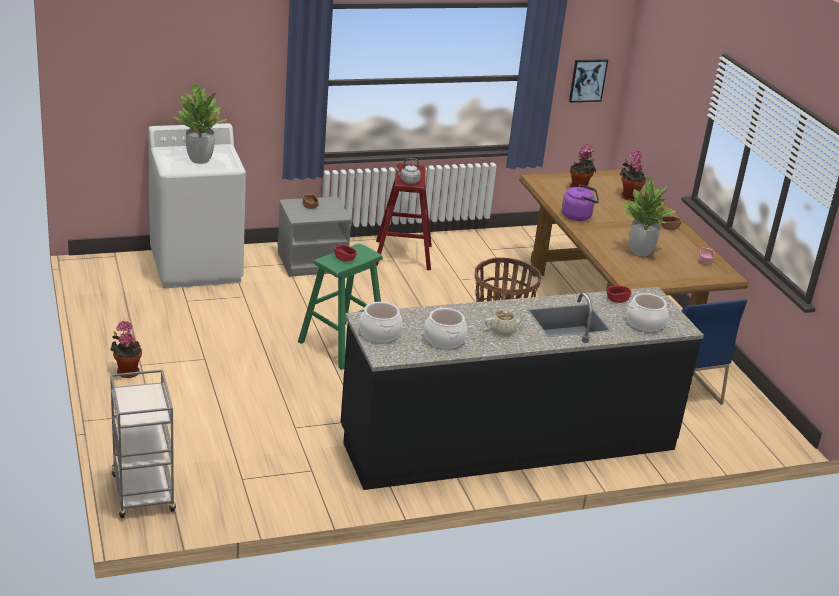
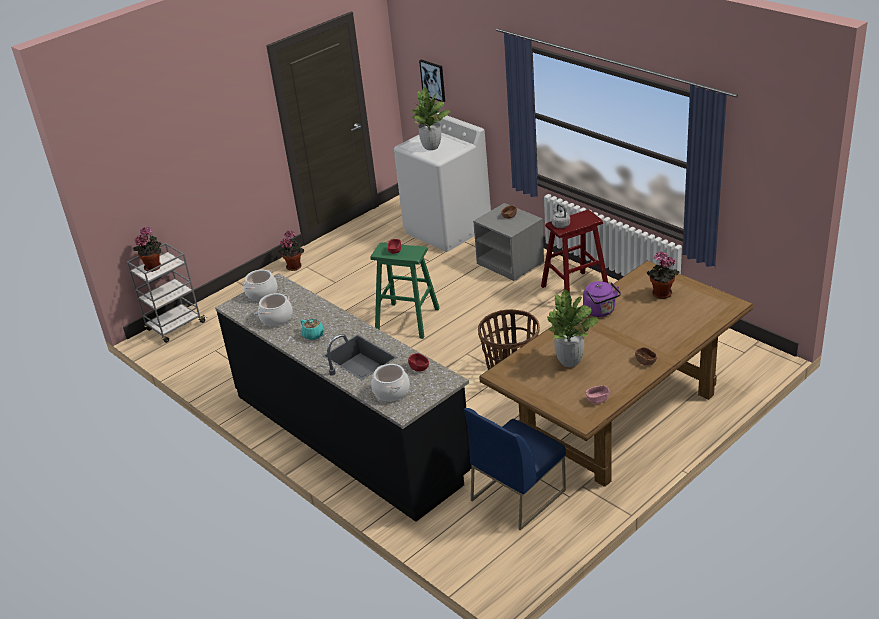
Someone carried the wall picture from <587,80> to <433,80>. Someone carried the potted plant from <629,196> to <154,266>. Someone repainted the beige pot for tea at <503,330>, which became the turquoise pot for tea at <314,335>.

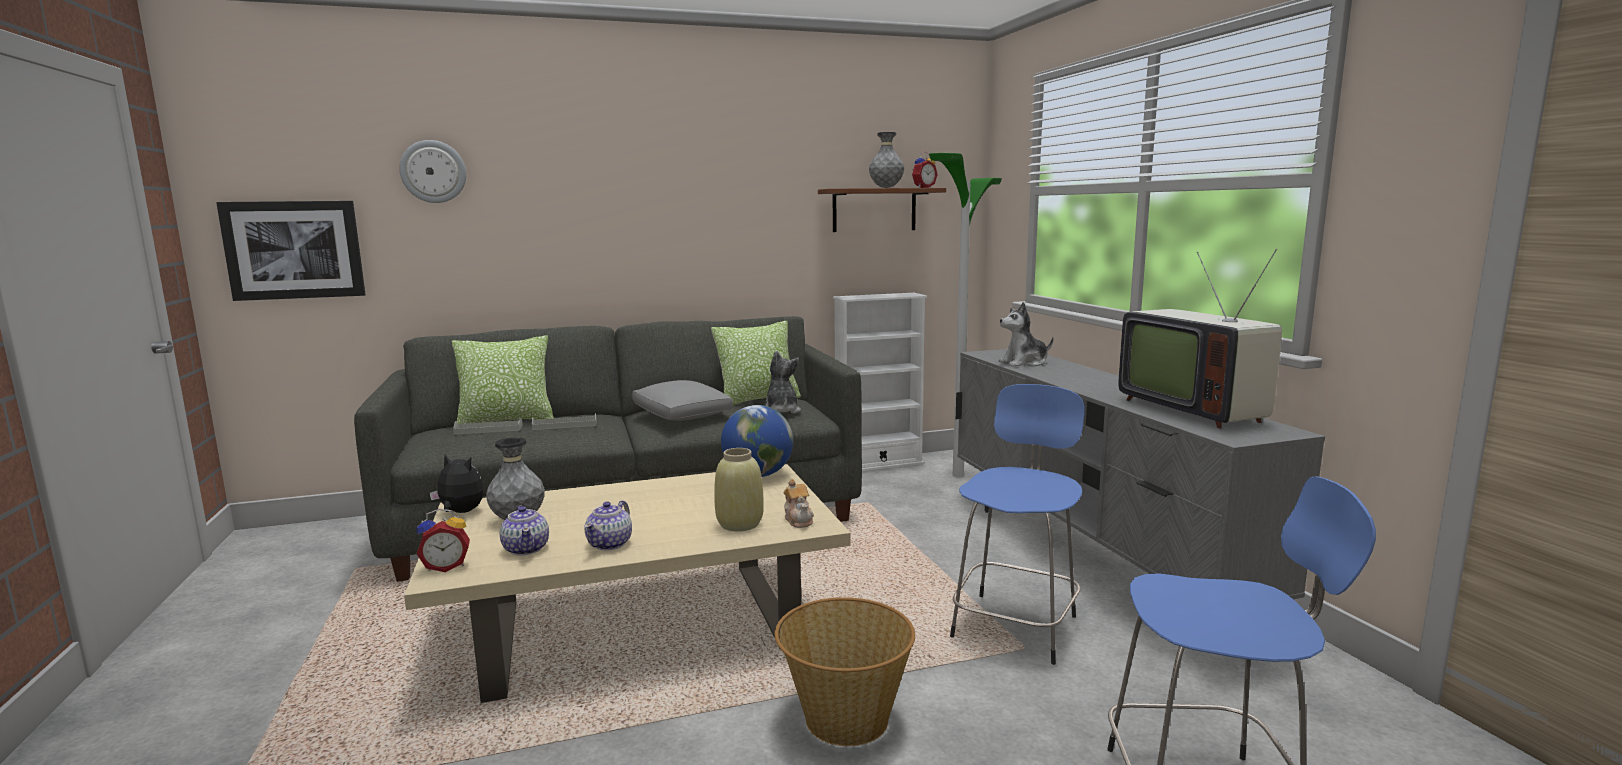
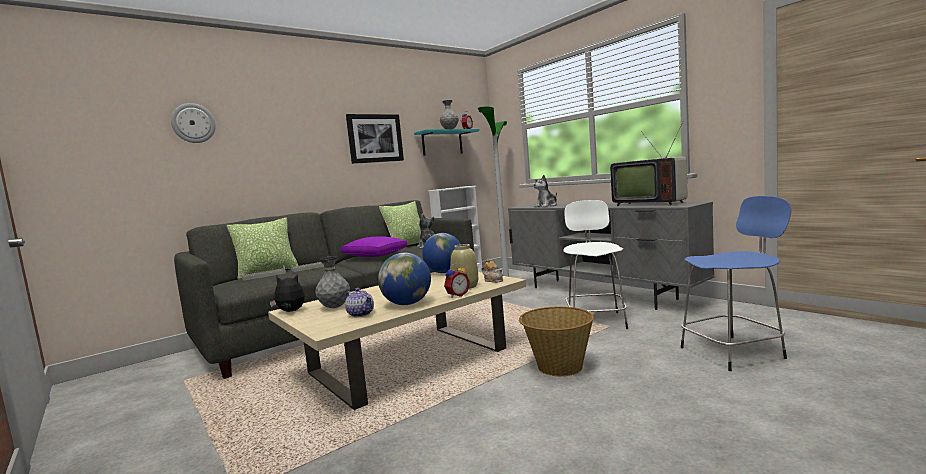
Someone repainted the brown-coloured shelf at <874,210>, which became the turquoise shelf at <442,143>. Someone carried the wall picture from <294,250> to <375,138>. Someone repainted the greyish throw pillow at <681,415>, which became the purplish throw pillow at <374,255>. Someone repainted the blue-coloured stool seat at <1016,624>, which became the whitish stool seat at <596,320>. Someone swapped the pot for tea at <610,544> for the world globe at <407,304>. Someone carried the table clock from <446,567> to <457,295>.

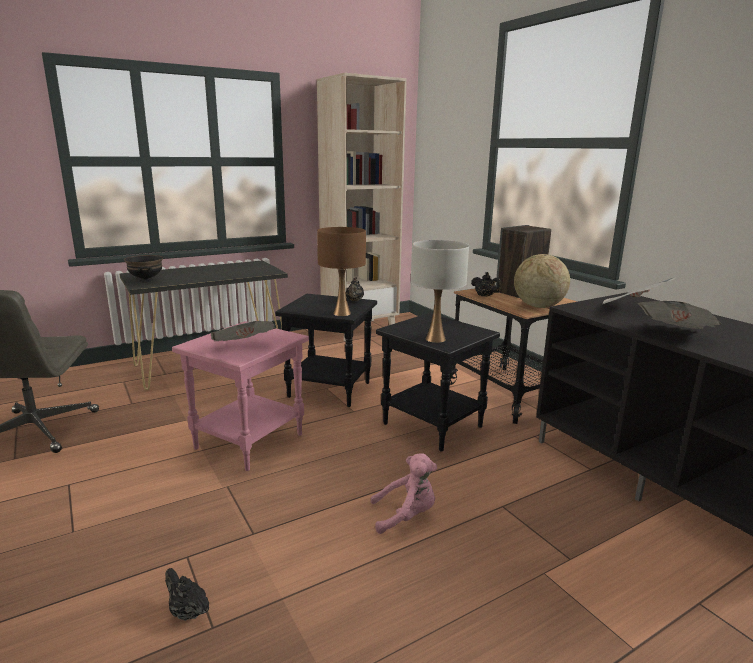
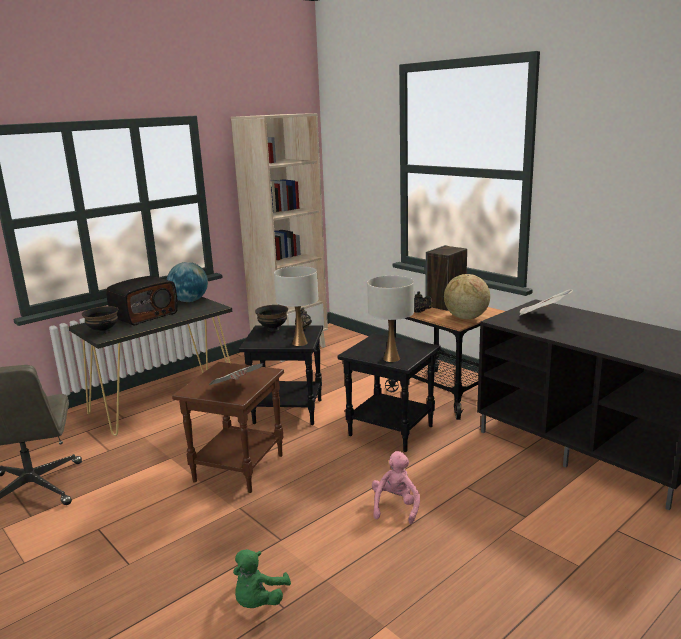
Someone repainted the brown-coloured lamp for a table at <342,313>, which became the whitish lamp for a table at <300,343>. Someone took away the newspaper at <675,335>. Someone repainted the pinkish accent table at <249,442>, which became the brown-coloured accent table at <240,469>. Someone rotated the pinkish soft toy at <406,516> by 60 degrees counterclockwise. Someone swapped the black-coloured pot for tea at <187,611> for the greenish soft toy at <259,601>. Someone put down the world globe at <189,301>. Someone put down the radio set at <145,315>. Someone put down the black-coloured deep dish at <273,329>.

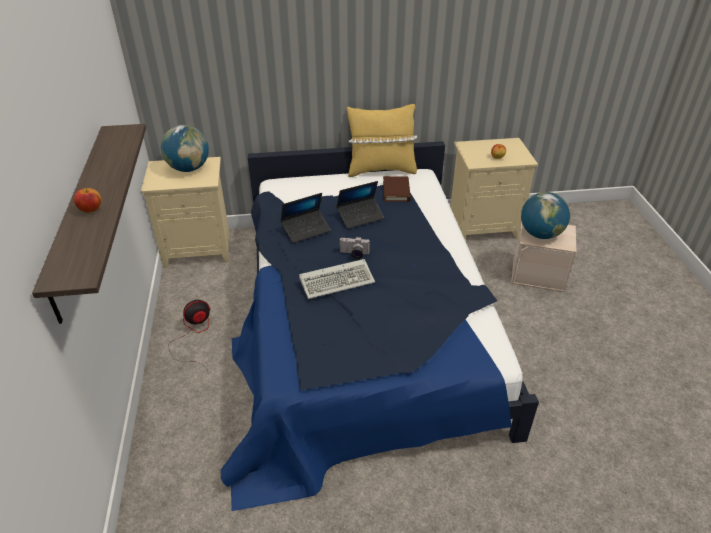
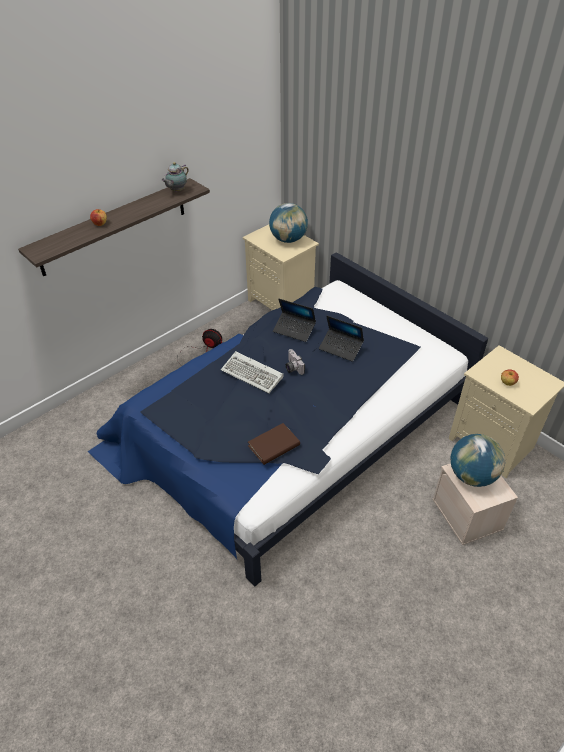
Someone took away the yellowish throw pillow at <381,170>. Someone carried the brown-coloured volume from <396,191> to <274,446>. Someone put down the pot for tea at <176,191>.

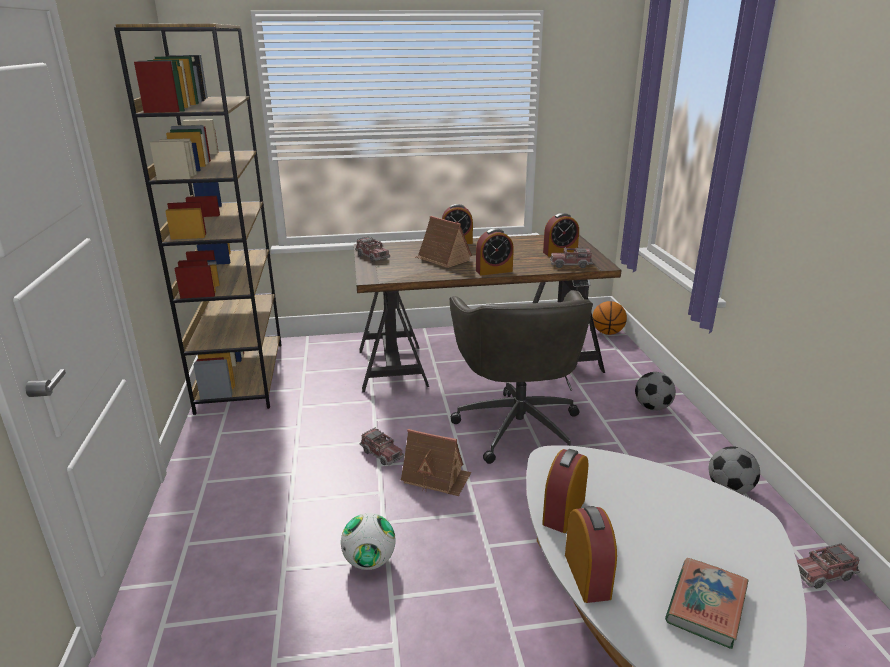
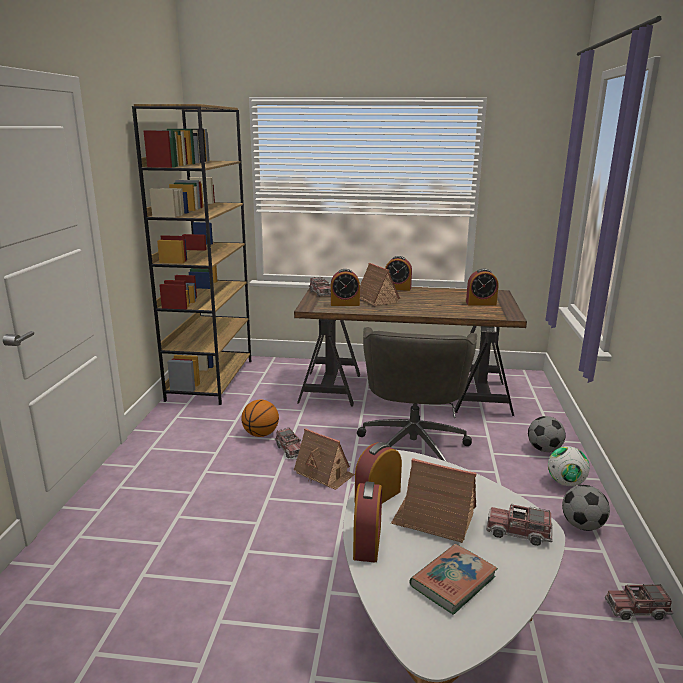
Someone carried the table clock from <494,271> to <345,304>. Someone carried the toy lorry from <570,265> to <518,532>. Someone carried the basketball from <607,333> to <261,434>. Someone carried the ball for football from <369,561> to <565,482>. Someone put down the model house at <434,519>.

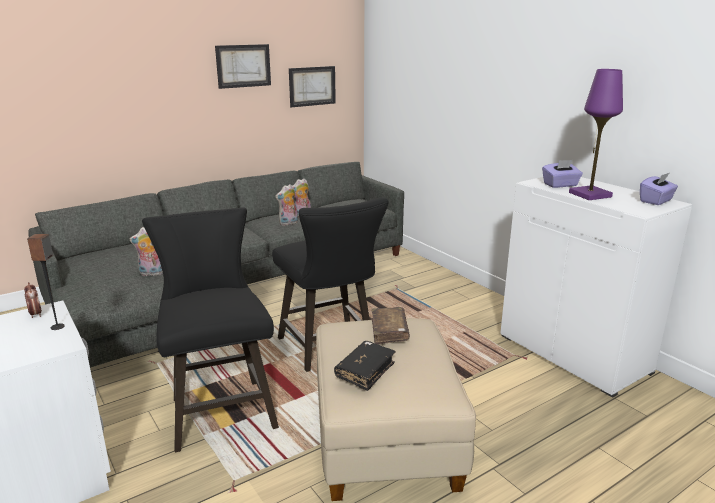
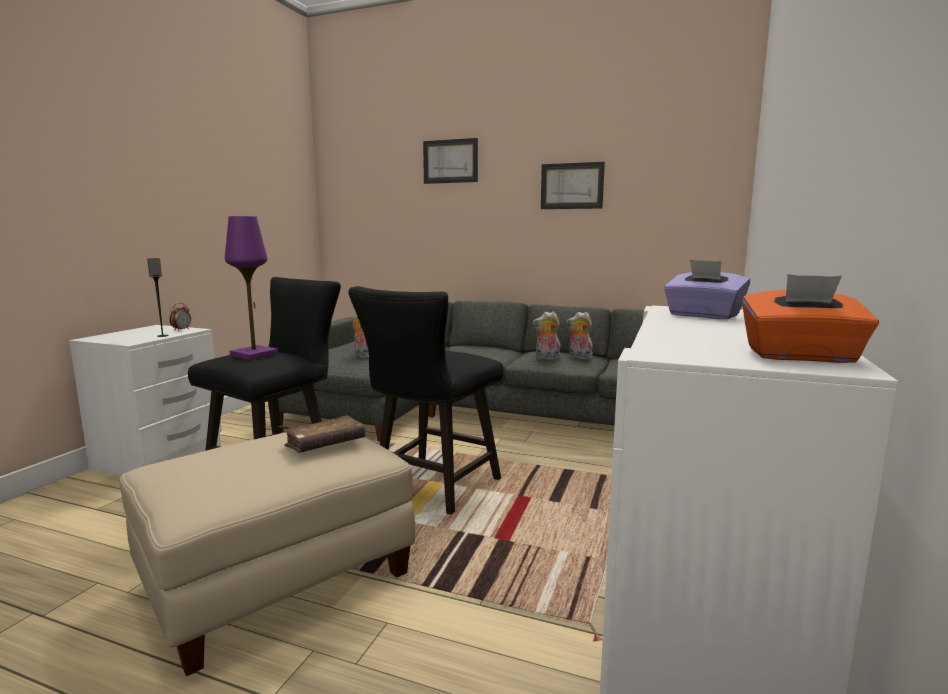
Someone carried the wall picture from <312,86> to <450,161>. Someone carried the purplish lamp for a table from <589,195> to <254,355>. Someone repainted the purplish box of tissues at <656,201>, which became the orange-coloured box of tissues at <800,356>. Someone took away the black-coloured volume at <365,371>.

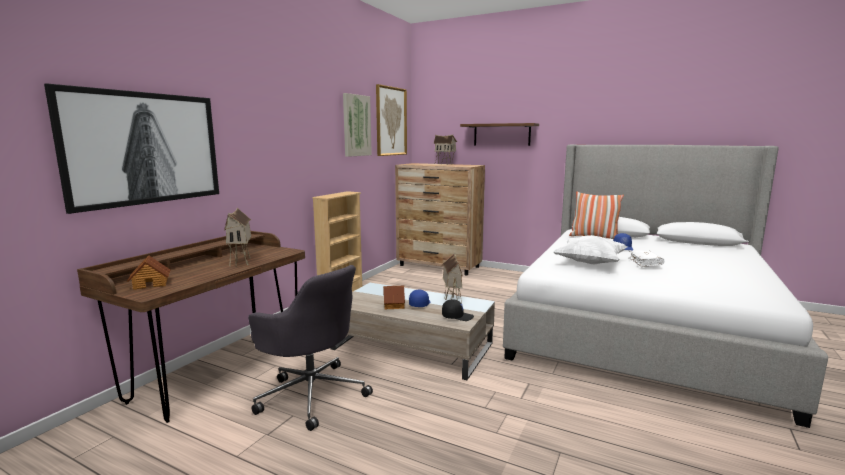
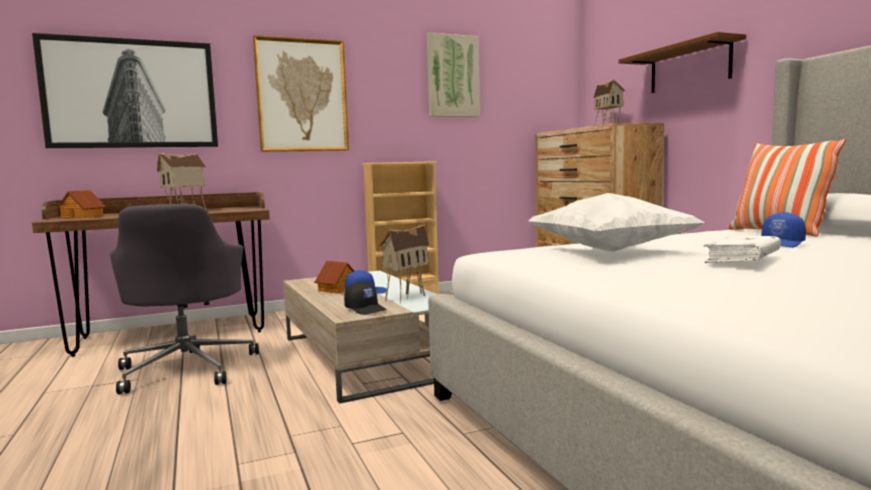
Someone carried the wall picture from <391,121> to <302,95>.

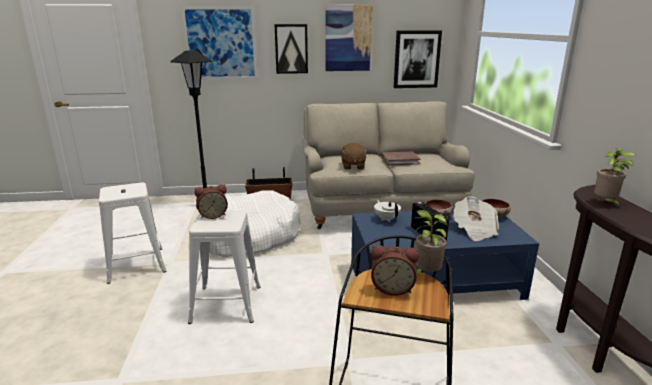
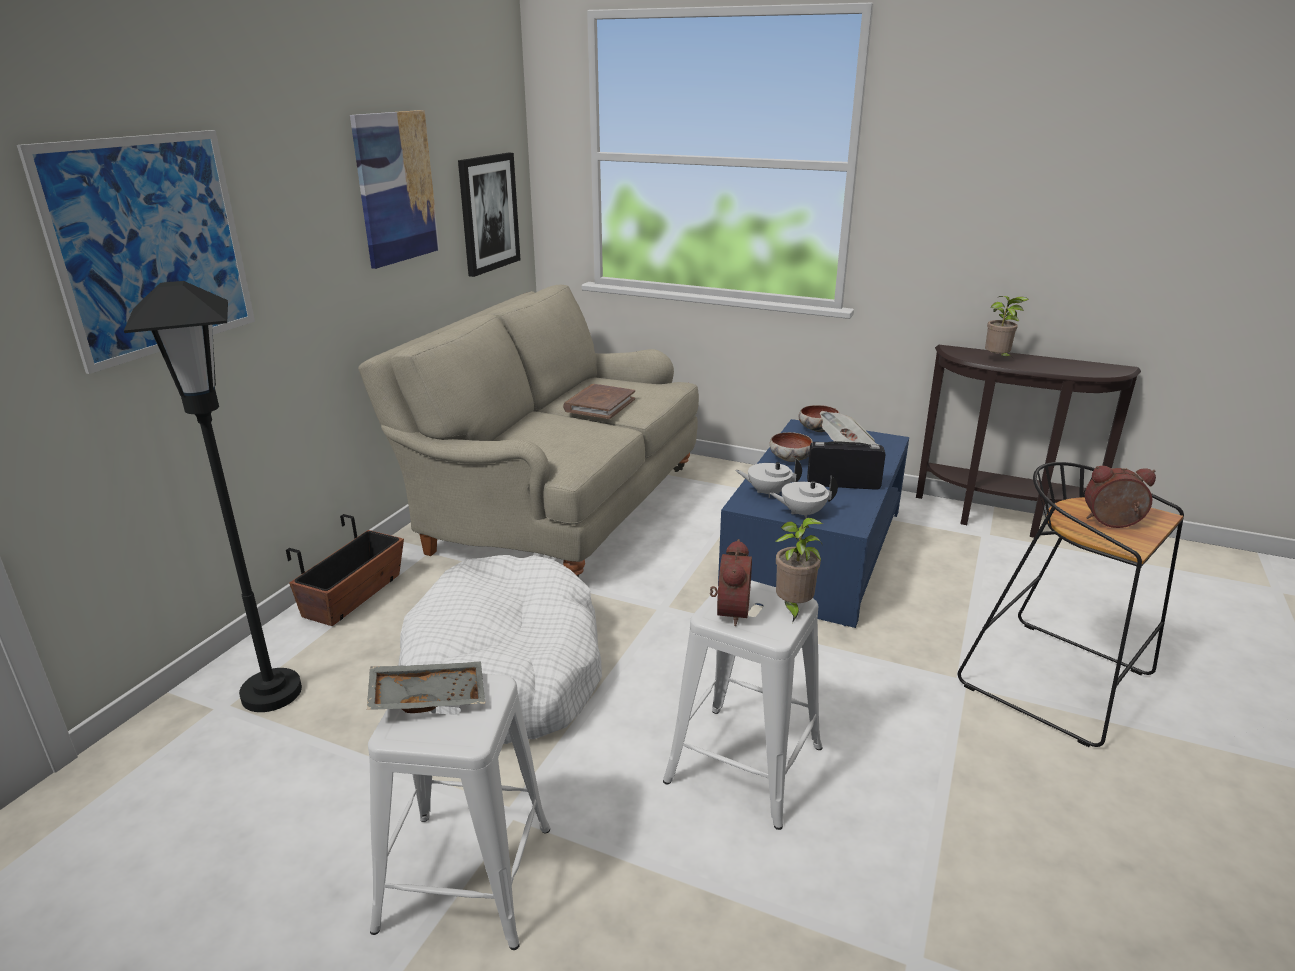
Someone took away the wall picture at <291,49>. Someone took away the brown-coloured soft toy at <353,166>. Someone carried the potted plant from <425,275> to <793,608>. Someone rotated the table clock at <392,288> by 120 degrees counterclockwise. Someone put down the whitish pot for tea at <802,513>. Someone put down the greyish tray at <428,696>.

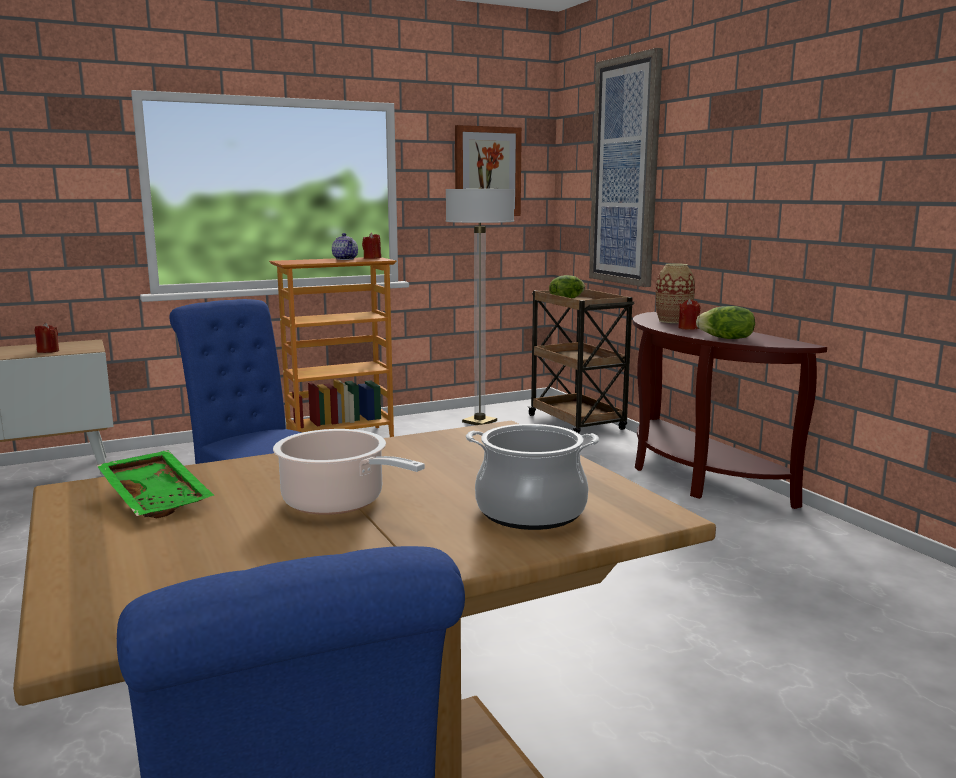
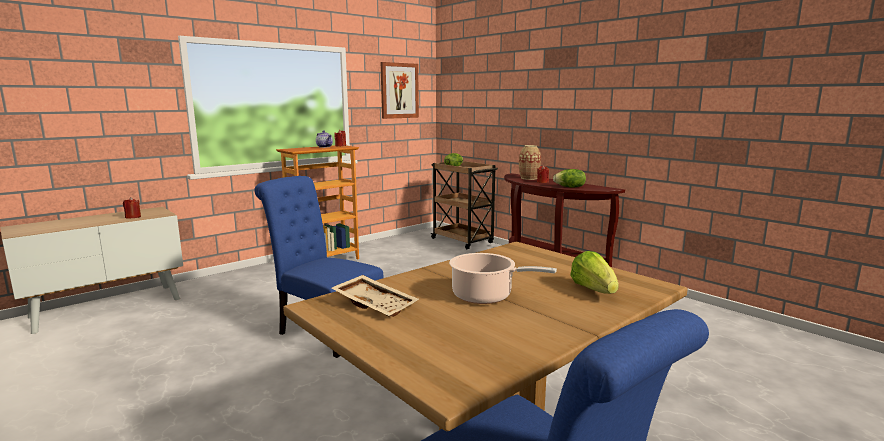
Someone took away the wall picture at <626,172>. Someone took away the standing lamp at <479,422>. Someone swapped the cooking pot at <531,511> for the lettuce at <594,290>. Someone repainted the greenish tray at <158,497>, which became the beige tray at <376,304>.

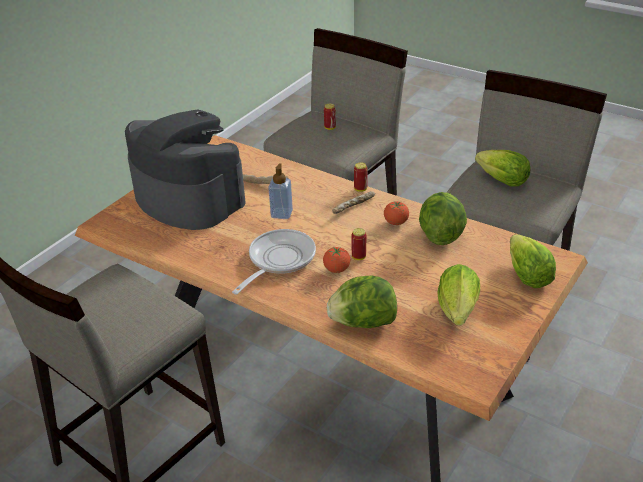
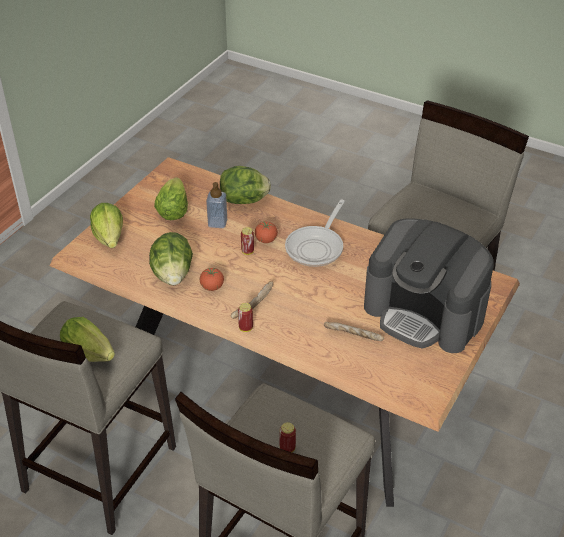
Someone carried the soap dispenser from <281,214> to <217,223>.

